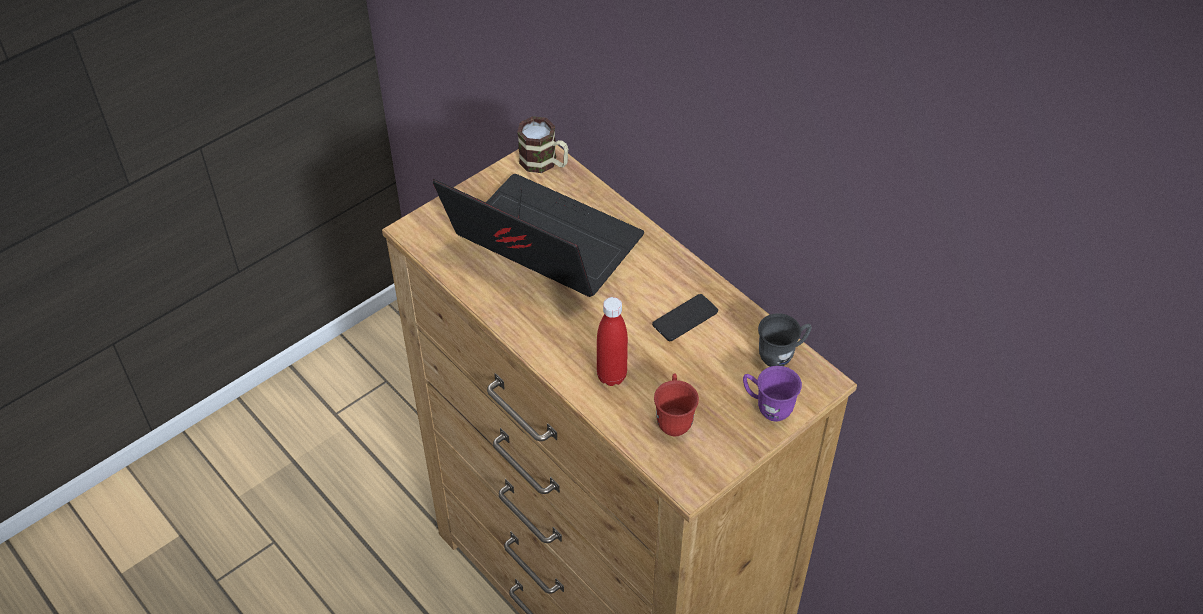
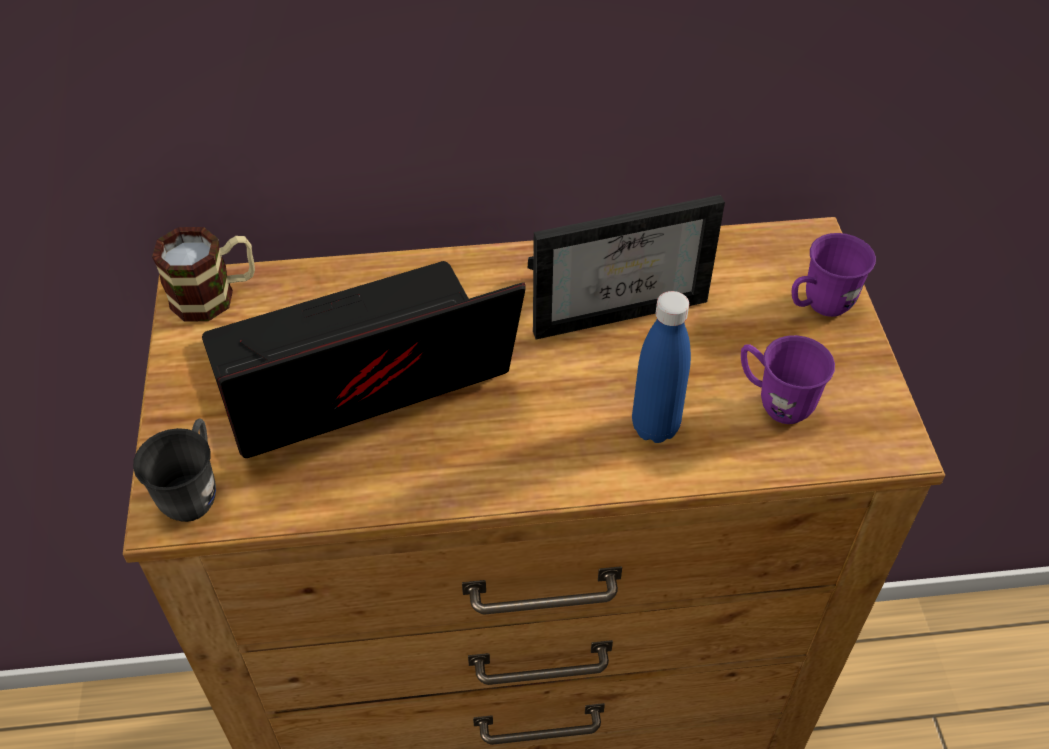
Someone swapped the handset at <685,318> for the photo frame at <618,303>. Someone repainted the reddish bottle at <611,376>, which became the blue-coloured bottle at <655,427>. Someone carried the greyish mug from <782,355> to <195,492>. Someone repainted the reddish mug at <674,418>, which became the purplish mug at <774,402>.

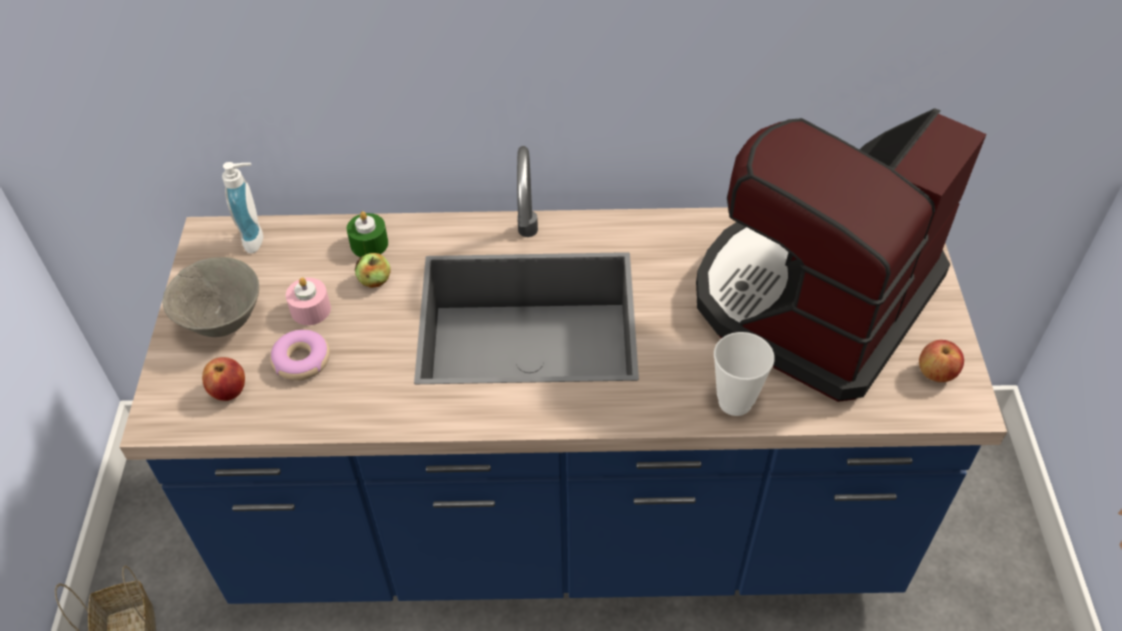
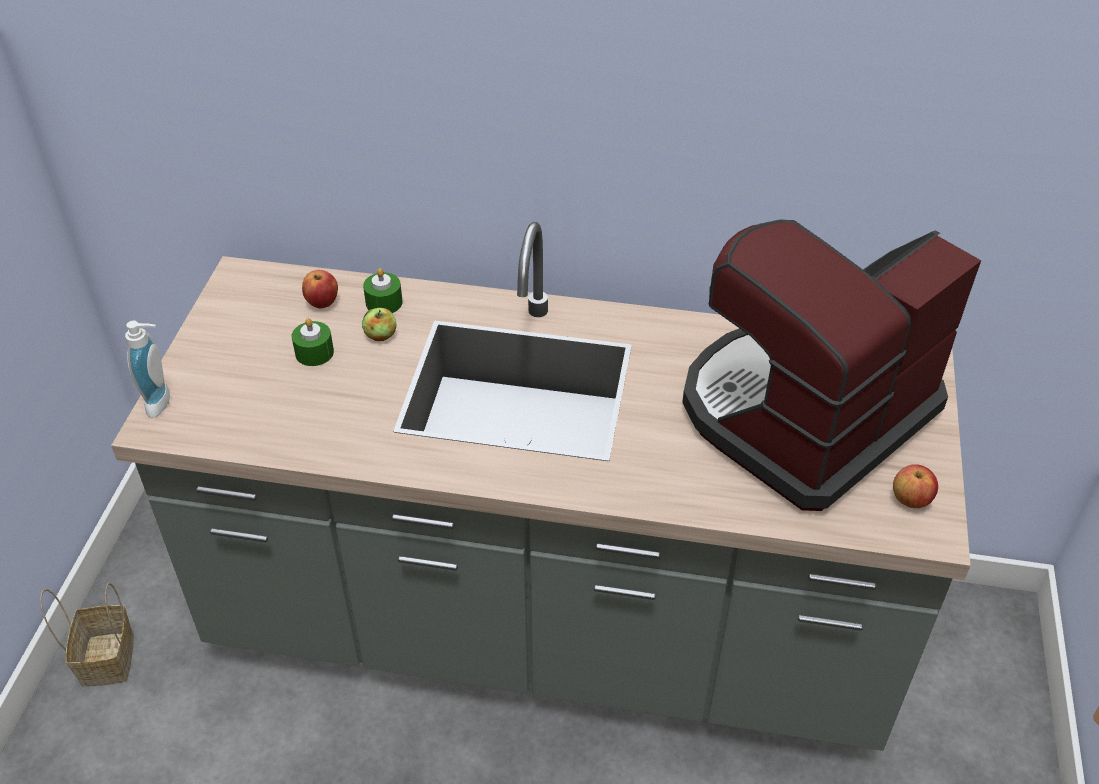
Someone repainted the blue-coloured counter at <565,524>, which became the greyish counter at <549,628>. Someone carried the soap dispenser from <257,238> to <163,402>. Someone took away the greyish deep dish at <223,323>. Someone repainted the pinkish wax candle at <311,309>, which became the greenish wax candle at <314,352>. Someone took away the ring doughnut at <302,360>. Someone took away the drinking cup at <735,402>. Someone carried the apple from <229,391> to <322,302>.

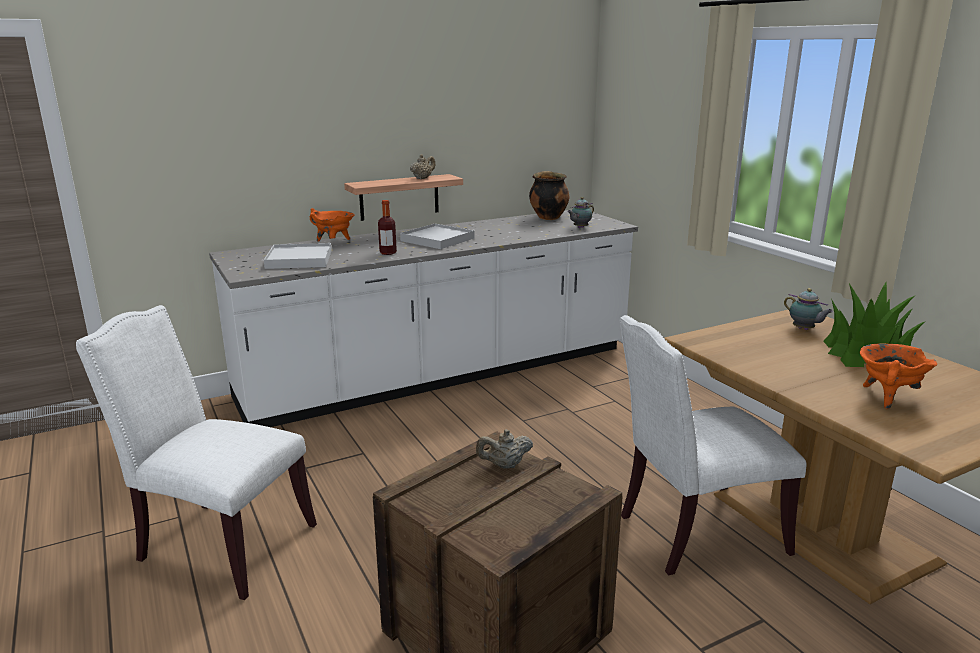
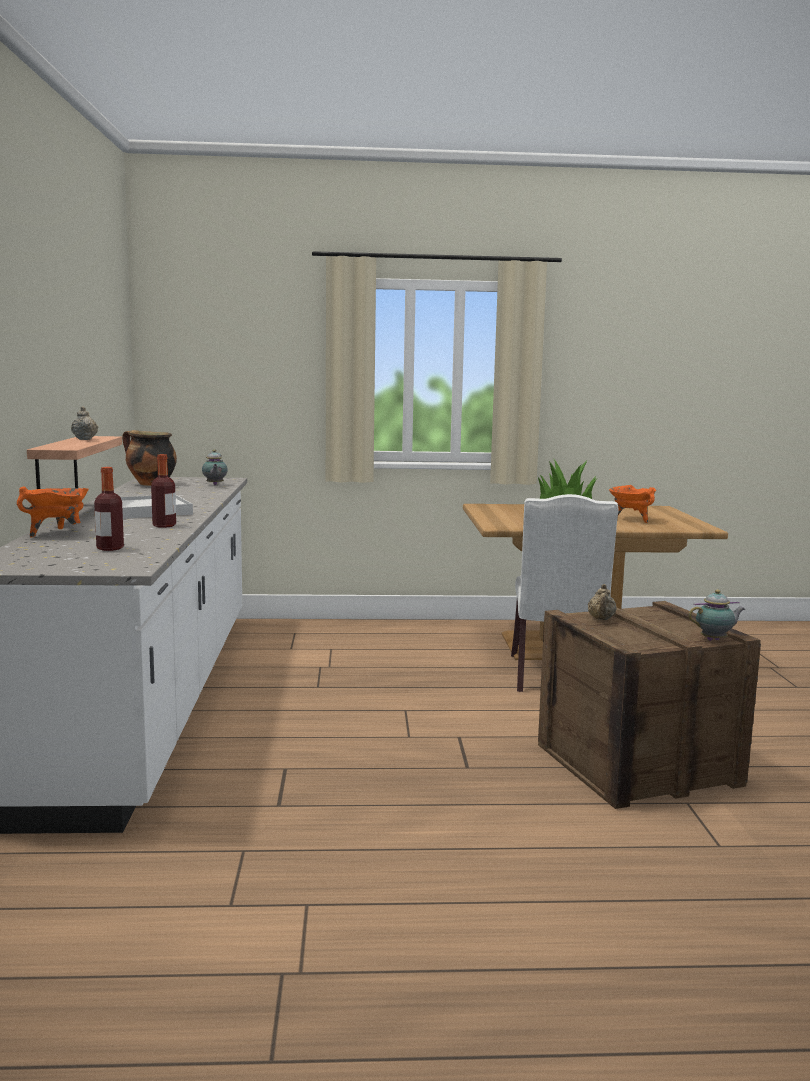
Someone swapped the whitish tray at <299,260> for the bottle at <110,548>. Someone carried the pot for tea from <804,329> to <715,640>. Someone took away the whitish upright chair at <219,543>.

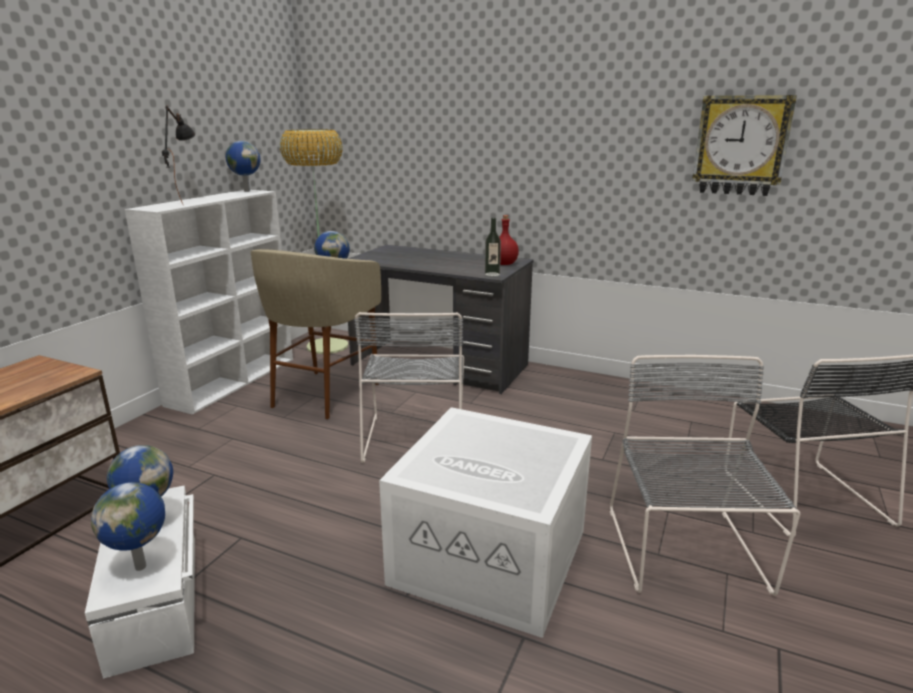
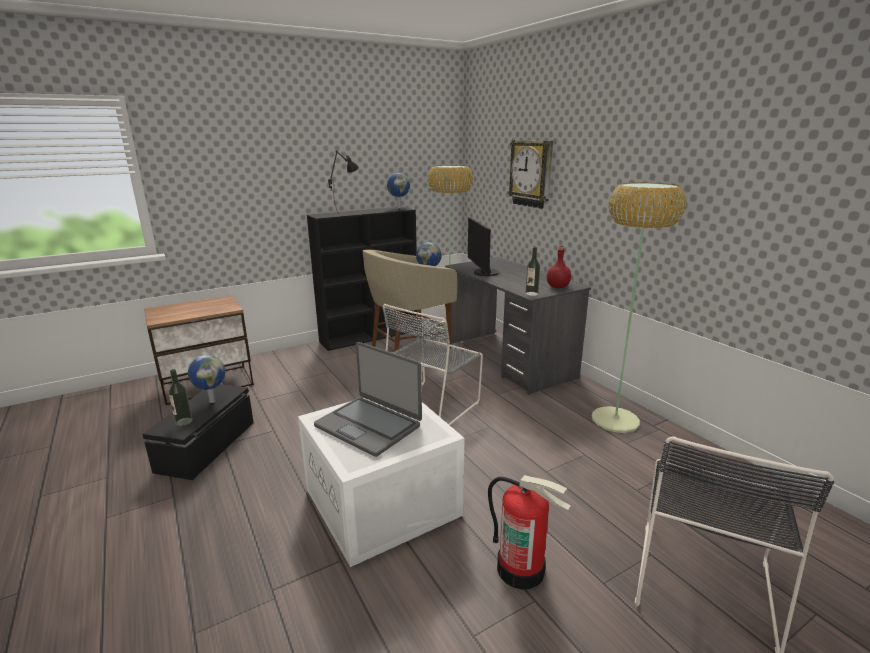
Someone carried the wall clock from <741,145> to <531,173>. Someone repainted the whitish shelving unit at <234,380>, which became the black-coloured shelving unit at <370,336>. Someone swapped the greyish upright chair at <686,553> for the extinguisher at <521,569>. Someone swapped the world globe at <142,566> for the bottle at <184,421>. Someone repainted the whitish storage box at <158,598>, which became the black-coloured storage box at <208,446>. Someone put down the standing lamp at <614,420>. Someone put down the computer screen at <483,273>. Someone put down the laptop at <369,425>.

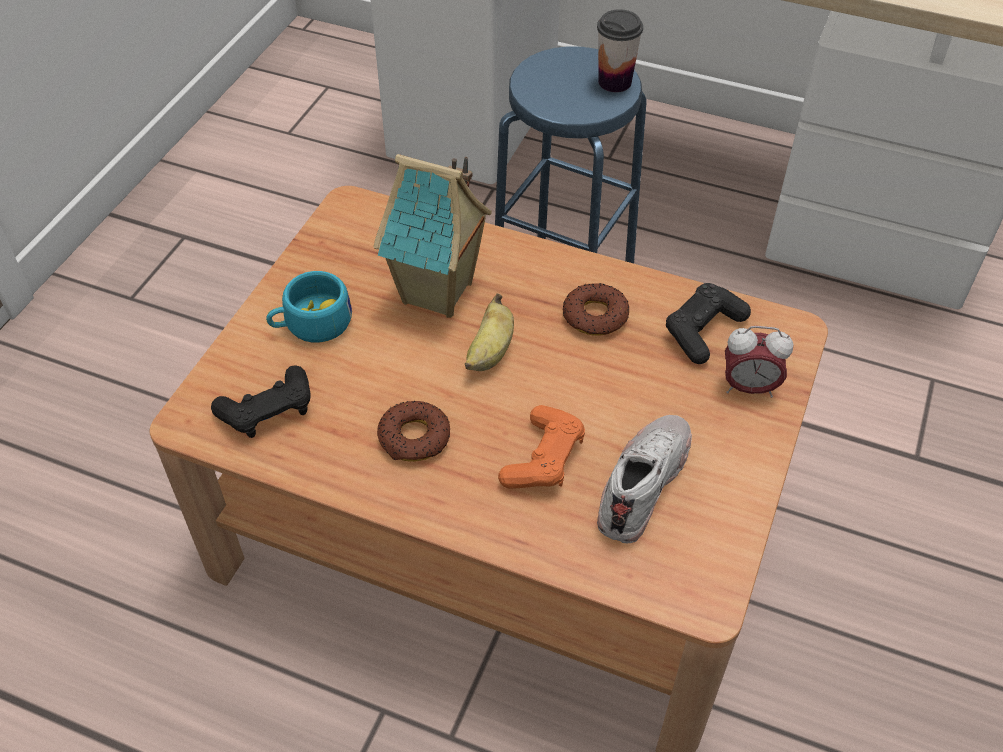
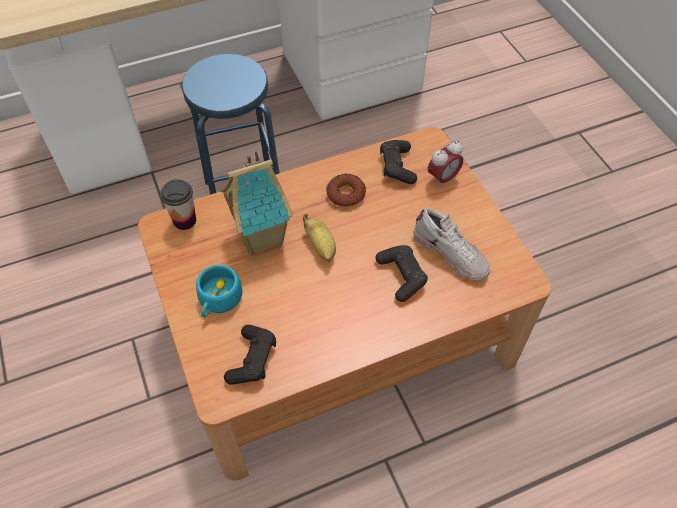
Someone carried the drinking cup from <614,82> to <184,220>. Someone took away the ring doughnut at <414,437>. Someone repainted the orange-coloured gamepad at <543,459>, which became the black-coloured gamepad at <401,276>. Someone rotated the whitish item of footwear at <642,483> by 150 degrees clockwise.

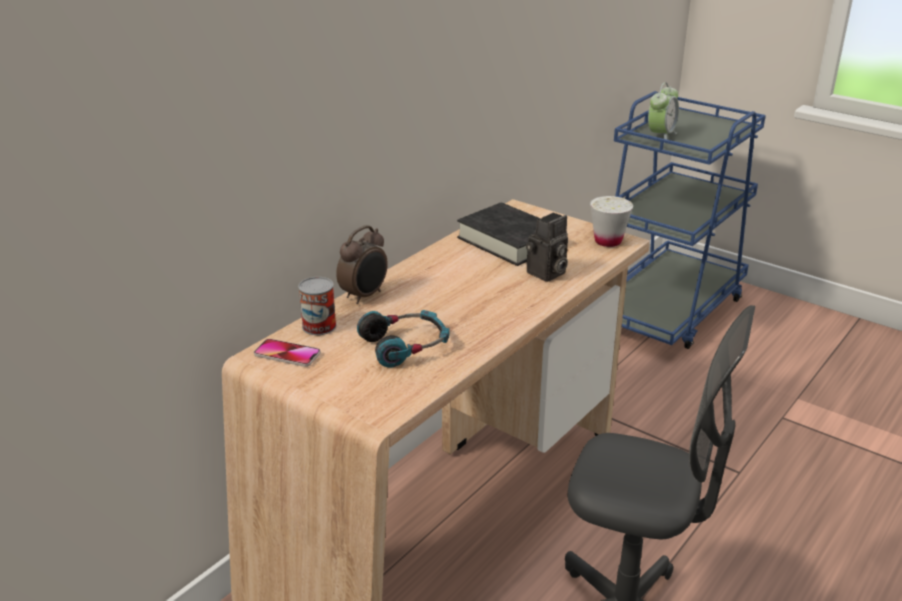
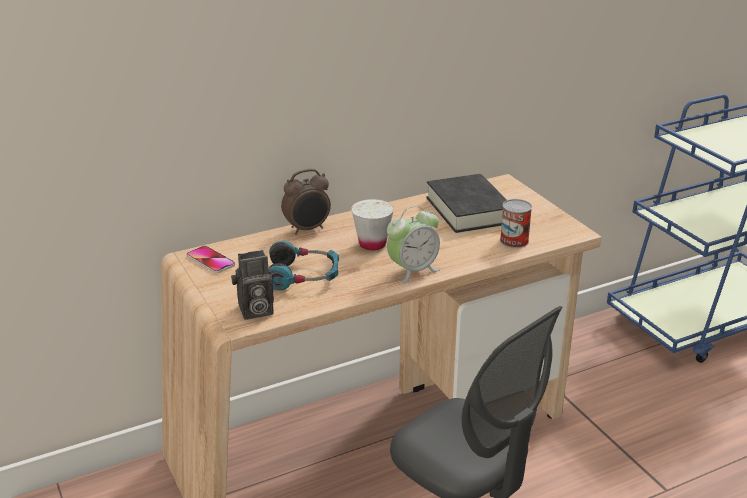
Someone carried the table clock from <661,136> to <412,271>. Someone carried the whitish drinking cup from <608,241> to <372,244>. Someone carried the photo camera from <546,274> to <254,311>. Someone carried the metal can from <319,326> to <514,241>.

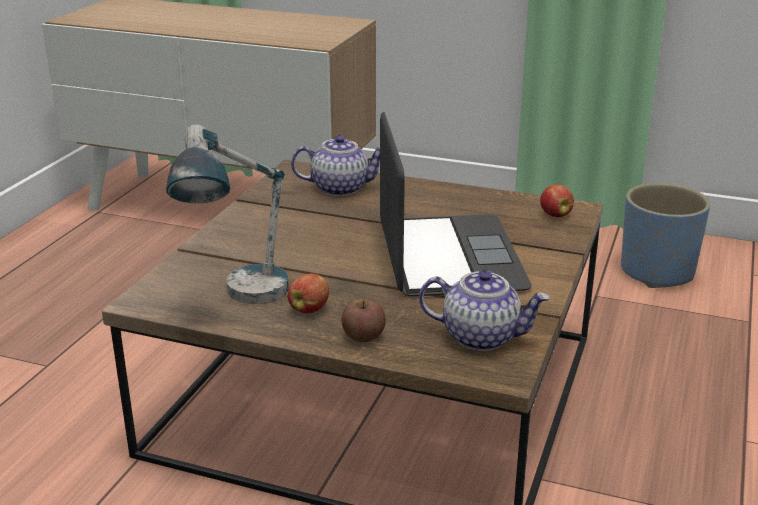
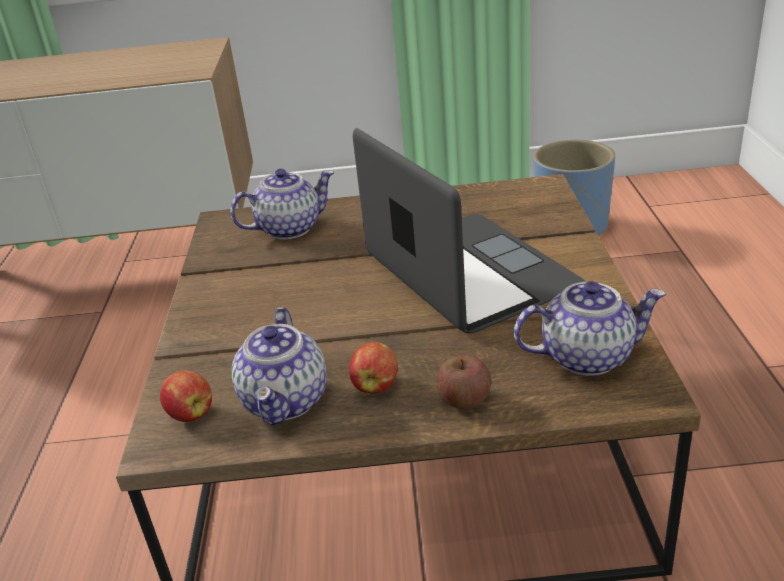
Someone swapped the lamp for a table at <241,301> for the pot for tea at <286,401>. Someone carried the apple from <555,215> to <190,414>.

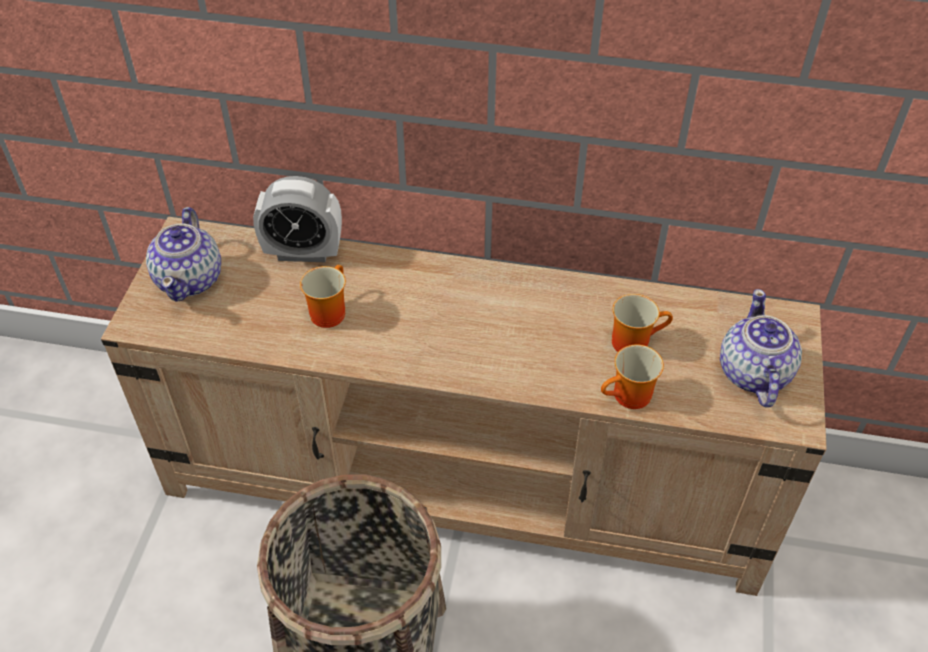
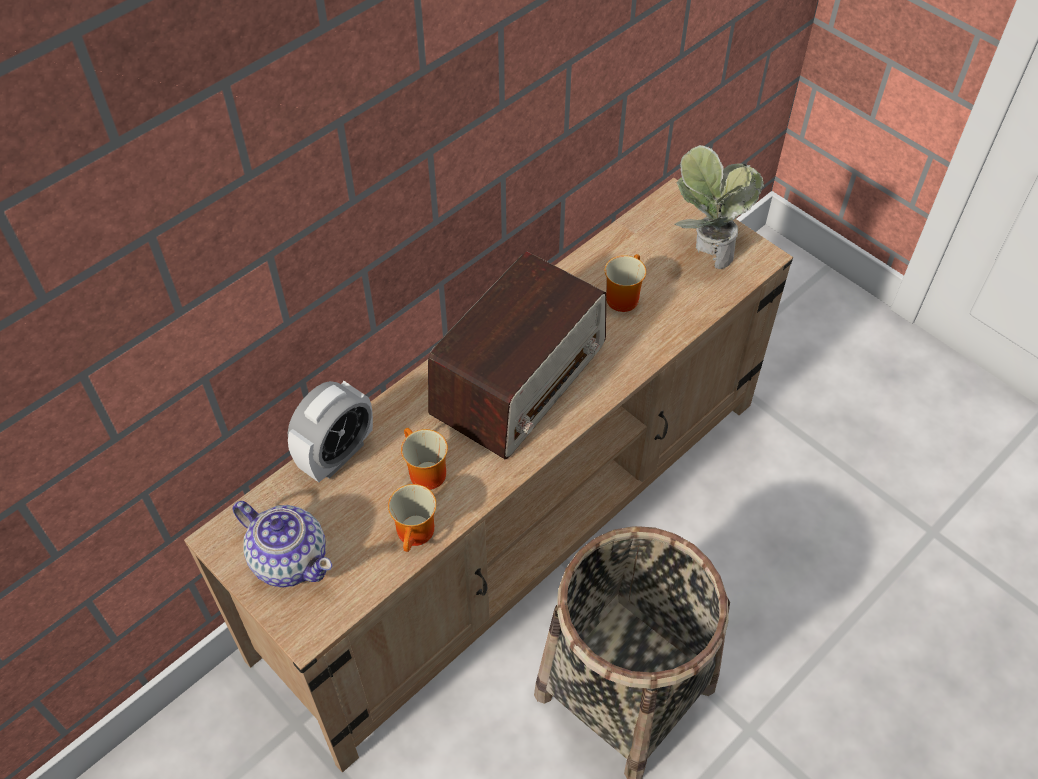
Someone swapped the pot for tea at <753,373> for the potted plant at <704,251>. Someone carried the mug from <630,398> to <417,534>. Someone put down the radio set at <519,378>.

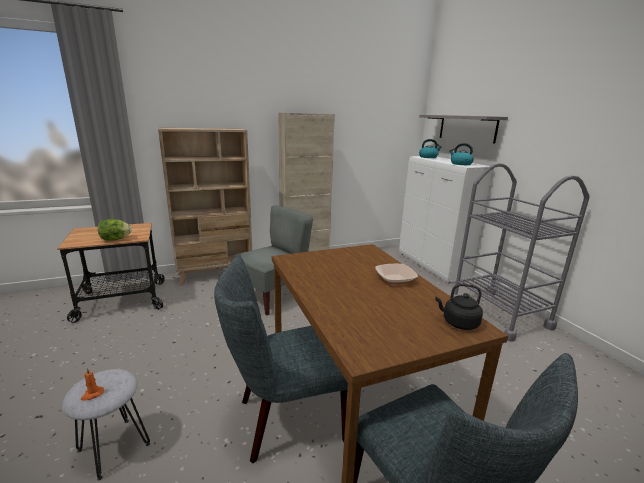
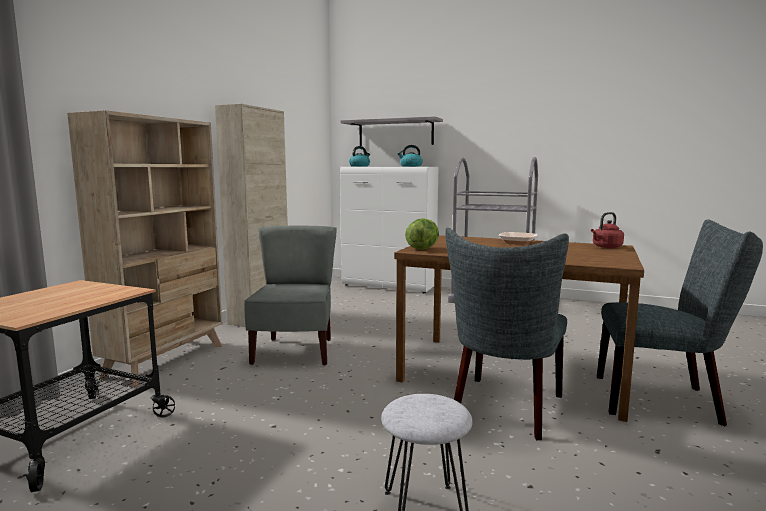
Someone carried the lettuce from <115,239> to <422,248>. Someone repainted the black-coloured tea kettle at <458,323>, which became the reddish tea kettle at <606,247>. Someone took away the orange-coloured wax candle at <92,394>.

